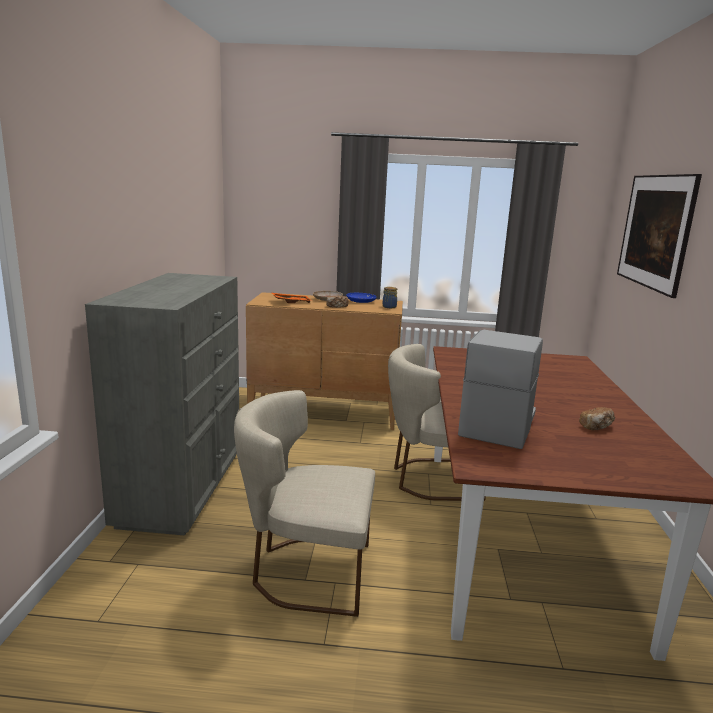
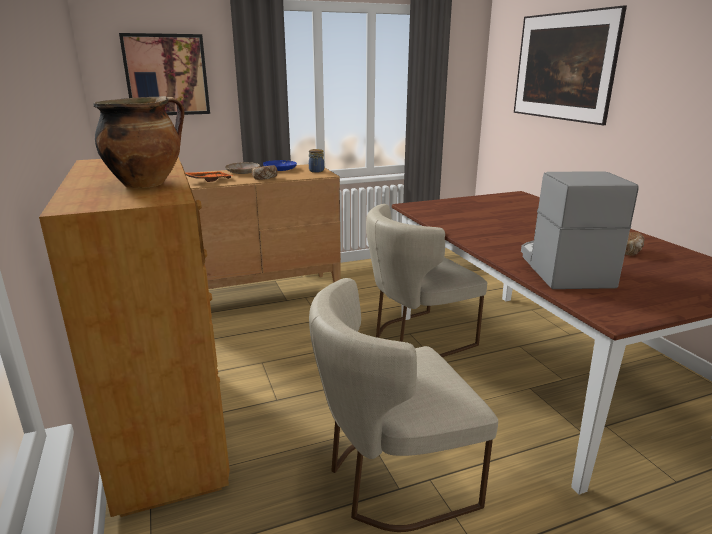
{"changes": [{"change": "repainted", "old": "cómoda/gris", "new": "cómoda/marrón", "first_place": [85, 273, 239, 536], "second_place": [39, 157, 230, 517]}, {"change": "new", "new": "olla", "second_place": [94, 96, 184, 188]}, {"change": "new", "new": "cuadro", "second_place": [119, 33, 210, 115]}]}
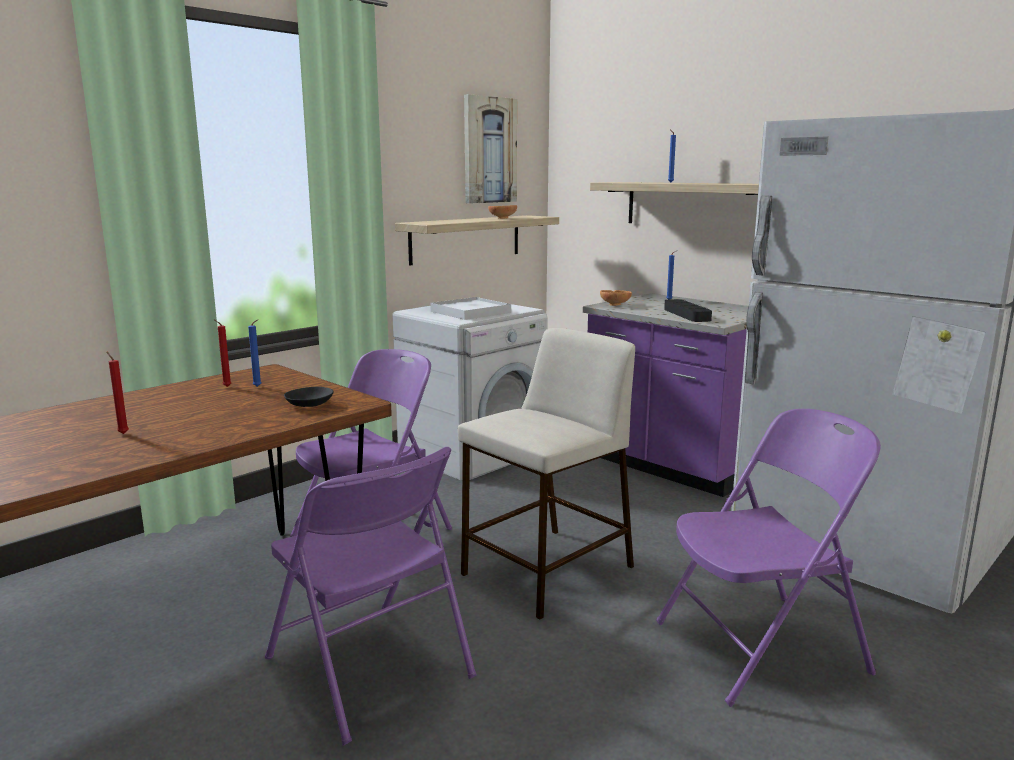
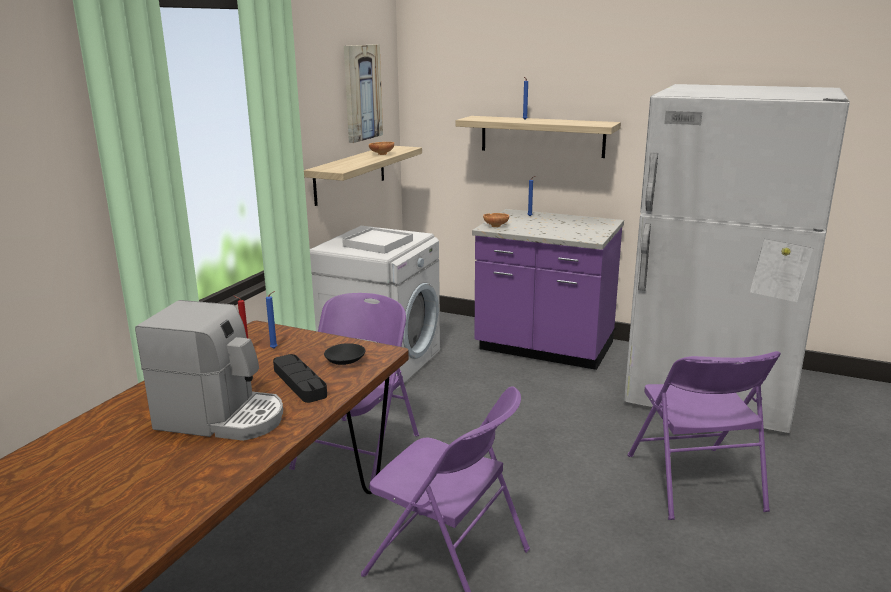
{"changes": [{"change": "swapped", "old": "vela/rojo", "new": "cafetera", "first_place": [106, 351, 129, 434], "second_place": [135, 300, 283, 441]}, {"change": "shifted", "old": "bandeja/negro", "first_place": [664, 299, 712, 322], "second_place": [273, 354, 327, 403]}, {"change": "rotated", "old": "silla/morado", "first_place": [656, 409, 881, 707], "second_place": [627, 351, 781, 520], "degrees": 120}, {"change": "gone", "old": "taburete/beis", "first_place": [458, 328, 635, 619]}]}
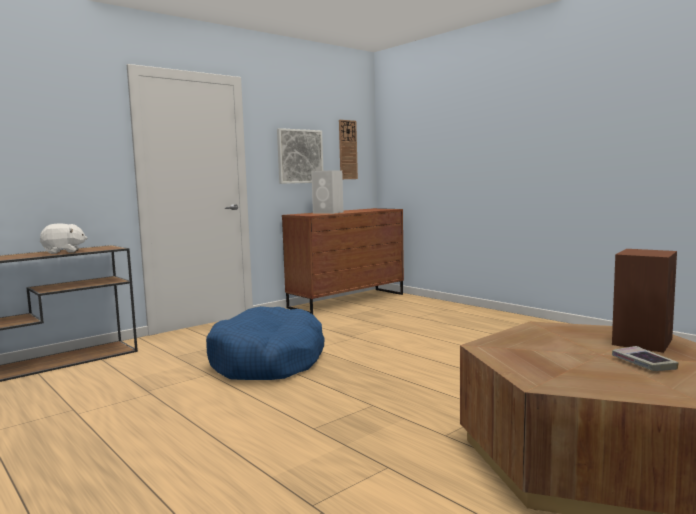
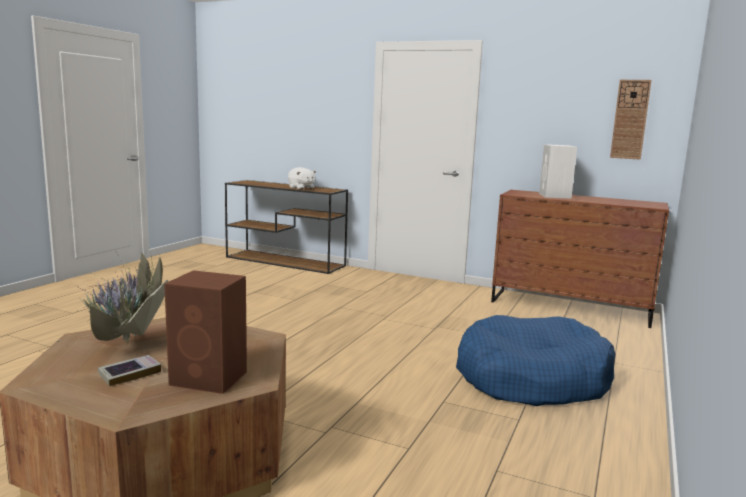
{"changes": [{"change": "new", "new": "planta en maceta", "second_place": [57, 248, 168, 342]}, {"change": "shifted", "old": "cama para perro/azul", "first_place": [206, 306, 325, 380], "second_place": [456, 315, 615, 406]}, {"change": "gone", "old": "cuadro", "first_place": [277, 128, 323, 184]}]}
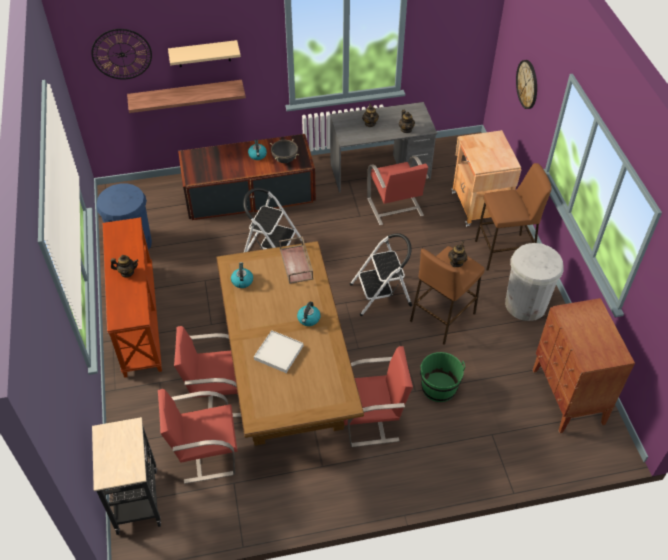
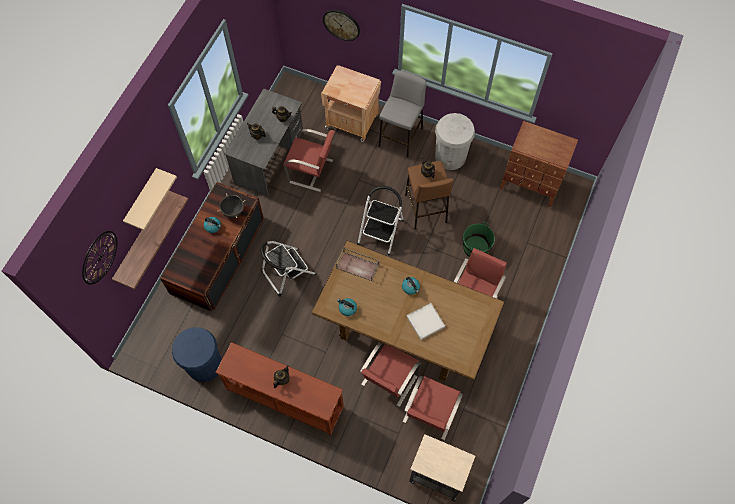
{"changes": [{"change": "repainted", "old": "taburete/marrón", "new": "taburete/gris", "first_place": [475, 163, 552, 270], "second_place": [379, 70, 426, 158]}]}
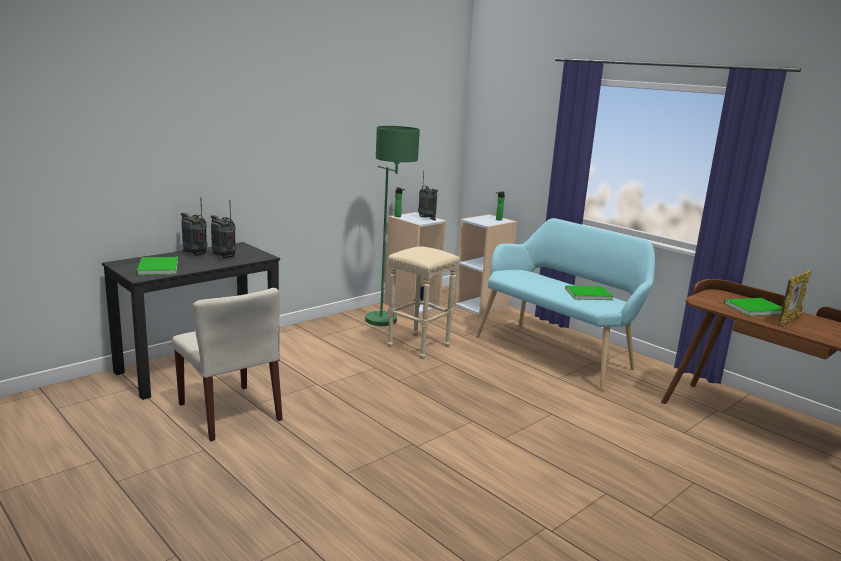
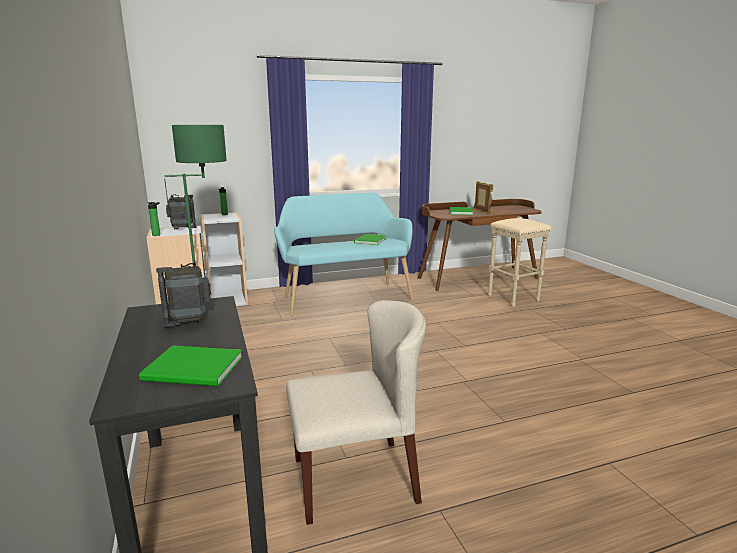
{"changes": [{"change": "shifted", "old": "taburete/beis", "first_place": [388, 246, 459, 359], "second_place": [488, 218, 551, 307]}, {"change": "gone", "old": "radio", "first_place": [181, 198, 207, 256]}]}
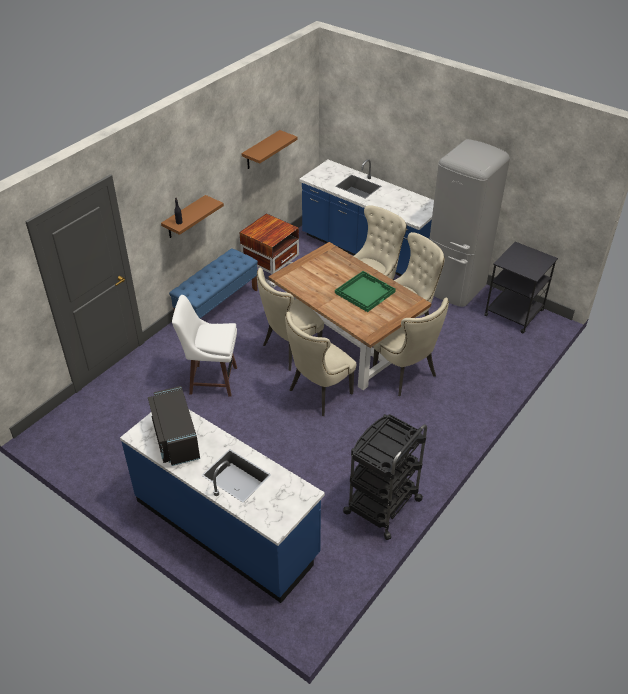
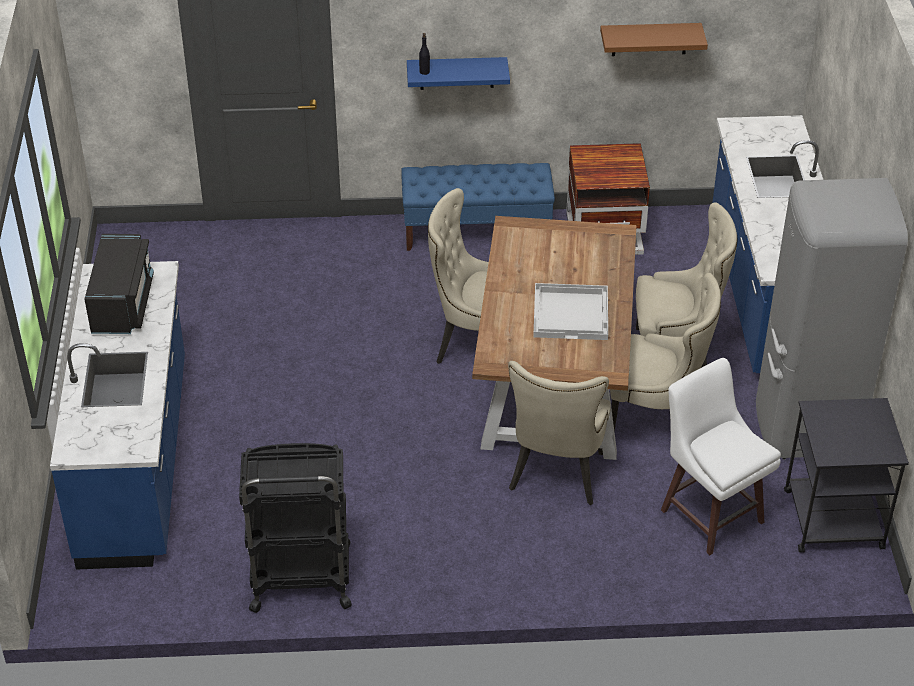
{"changes": [{"change": "rotated", "old": "microondas/negro", "first_place": [148, 386, 200, 466], "second_place": [84, 234, 154, 334], "degrees": 150}, {"change": "repainted", "old": "estante/marrón", "new": "estante/azul", "first_place": [161, 195, 224, 238], "second_place": [407, 57, 510, 90]}, {"change": "repainted", "old": "bandeja/verde", "new": "bandeja/blanco", "first_place": [335, 271, 396, 312], "second_place": [533, 283, 608, 340]}, {"change": "shifted", "old": "taburete/blanco", "first_place": [172, 295, 237, 397], "second_place": [661, 358, 781, 555]}, {"change": "gone", "old": "silla/beis", "first_place": [285, 312, 356, 416]}]}
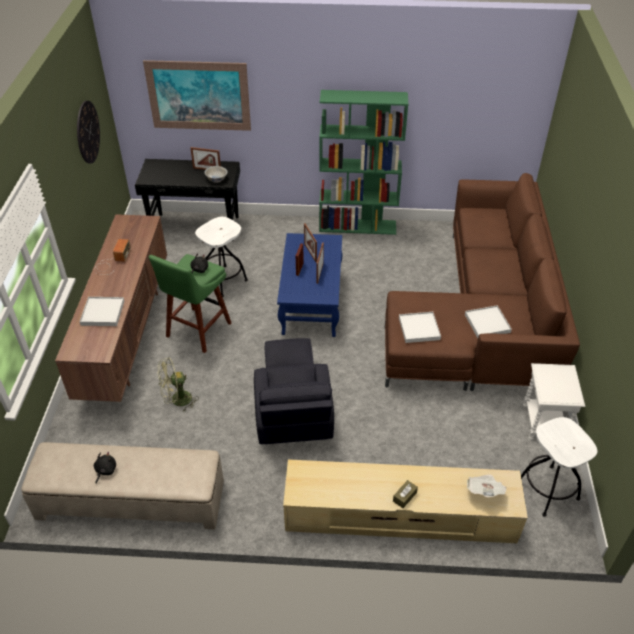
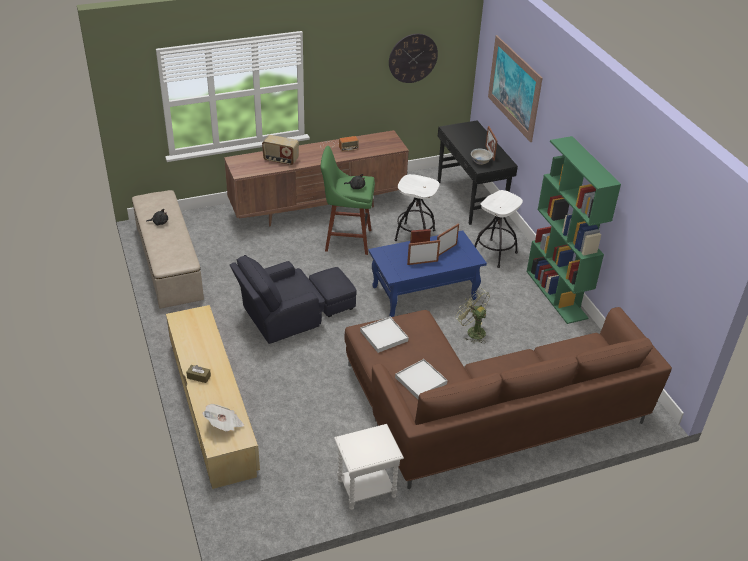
{"changes": [{"change": "swapped", "old": "bandeja/blanco", "new": "radio", "first_place": [79, 297, 124, 326], "second_place": [262, 135, 299, 165]}, {"change": "shifted", "old": "ventilador/verde", "first_place": [158, 357, 199, 412], "second_place": [456, 288, 490, 343]}, {"change": "shifted", "old": "taburete/blanco", "first_place": [521, 417, 598, 517], "second_place": [475, 190, 523, 268]}]}
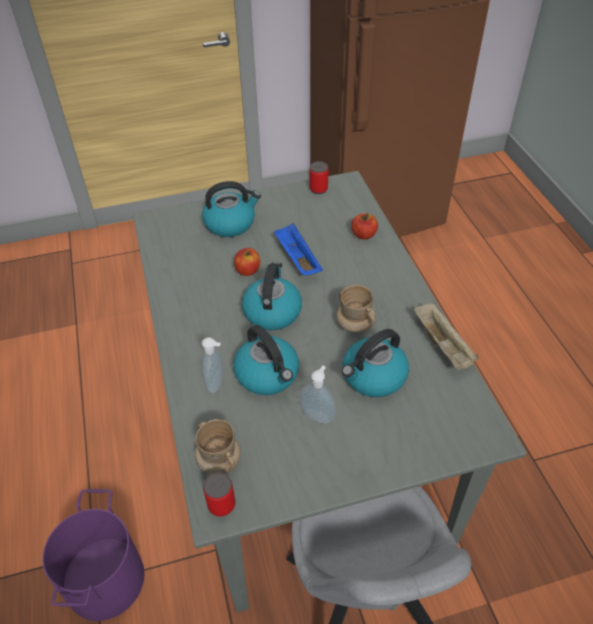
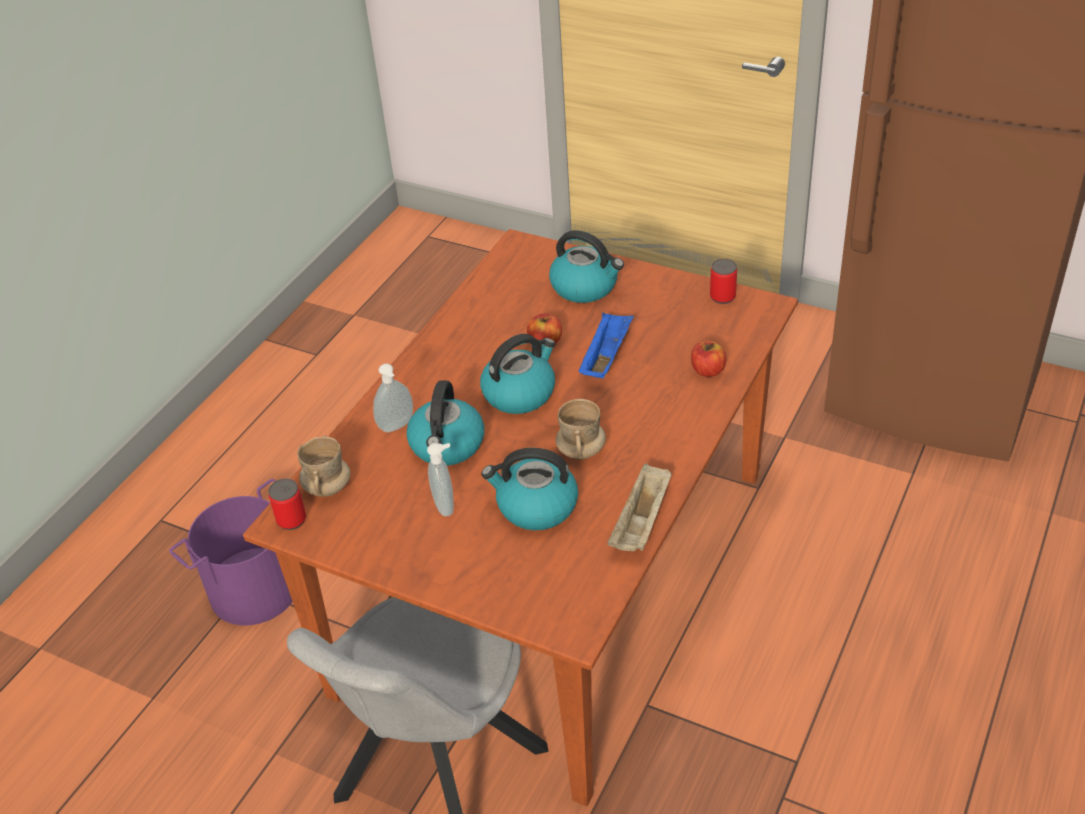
{"changes": [{"change": "repainted", "old": "mesa de comedor/gris", "new": "mesa de comedor/marrón", "first_place": [133, 171, 527, 612], "second_place": [243, 229, 798, 806]}]}
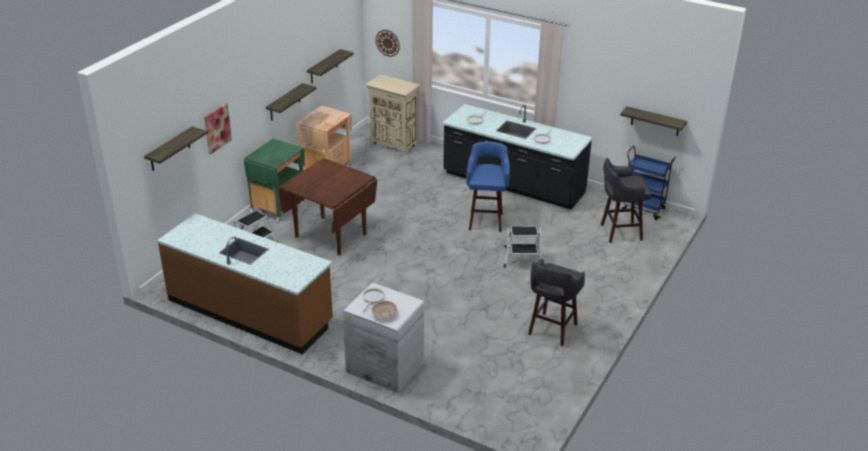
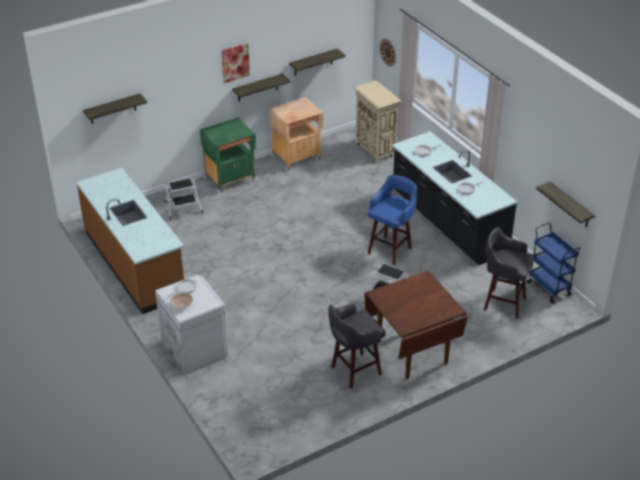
{"changes": [{"change": "shifted", "old": "cuadro", "first_place": [204, 103, 232, 154], "second_place": [221, 43, 250, 83]}, {"change": "shifted", "old": "mesa de comedor/marrón", "first_place": [278, 158, 377, 255], "second_place": [364, 271, 468, 379]}]}
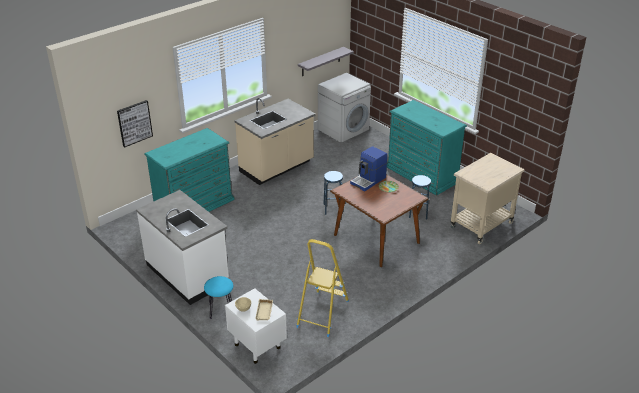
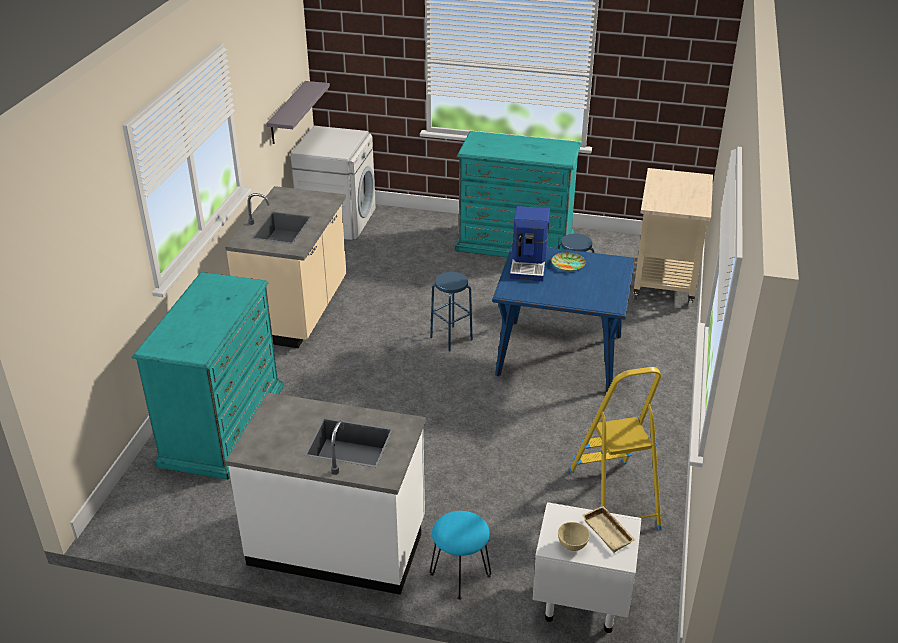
{"changes": [{"change": "repainted", "old": "mesa de comedor/marrón", "new": "mesa de comedor/azul", "first_place": [330, 174, 429, 267], "second_place": [492, 243, 635, 391]}, {"change": "gone", "old": "cuadro", "first_place": [117, 100, 153, 147]}]}
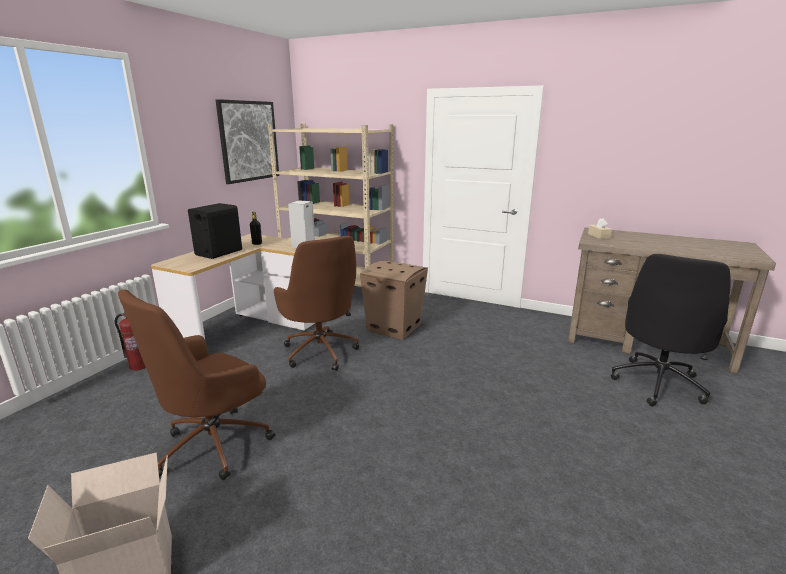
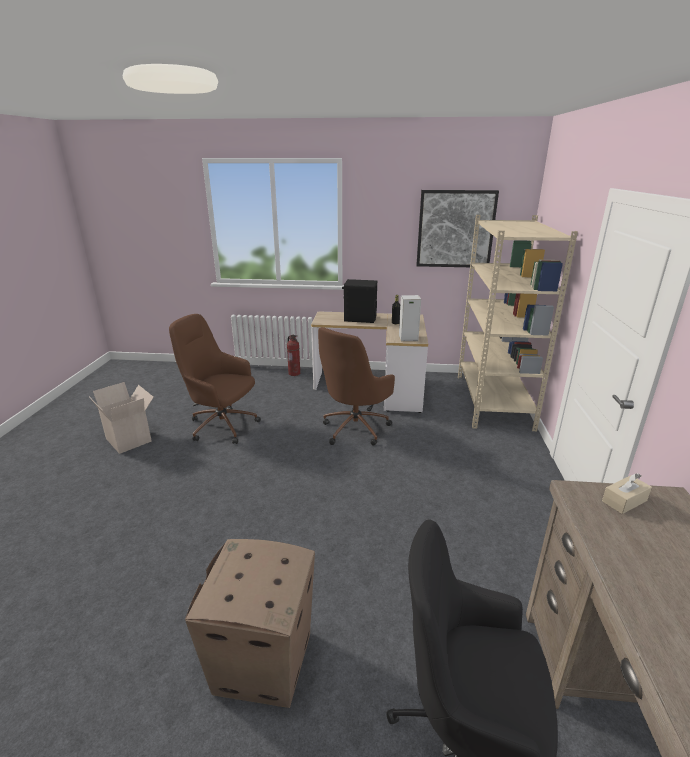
{"changes": [{"change": "shifted", "old": "caja de cartón", "first_place": [360, 260, 428, 340], "second_place": [185, 539, 315, 708]}]}
